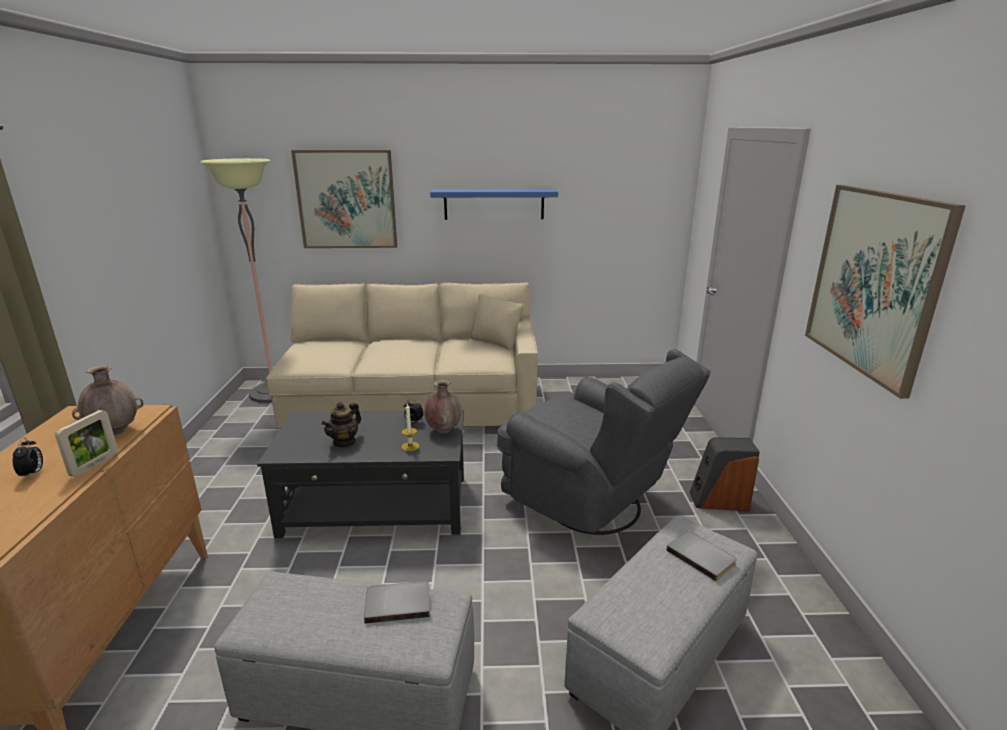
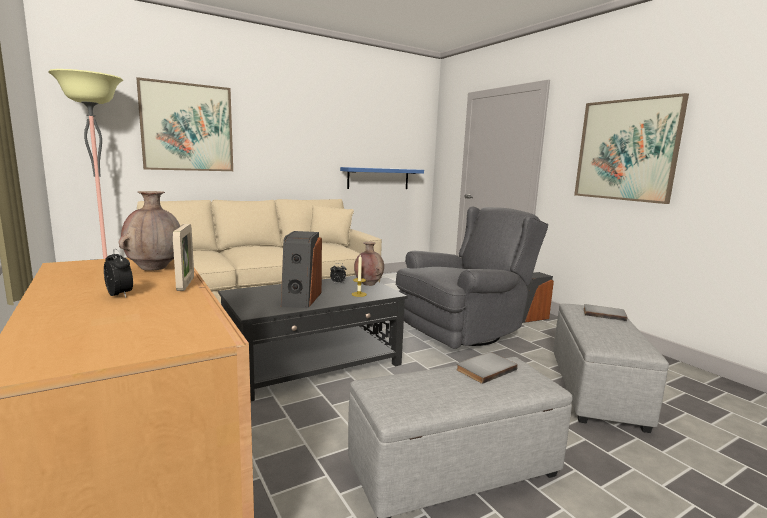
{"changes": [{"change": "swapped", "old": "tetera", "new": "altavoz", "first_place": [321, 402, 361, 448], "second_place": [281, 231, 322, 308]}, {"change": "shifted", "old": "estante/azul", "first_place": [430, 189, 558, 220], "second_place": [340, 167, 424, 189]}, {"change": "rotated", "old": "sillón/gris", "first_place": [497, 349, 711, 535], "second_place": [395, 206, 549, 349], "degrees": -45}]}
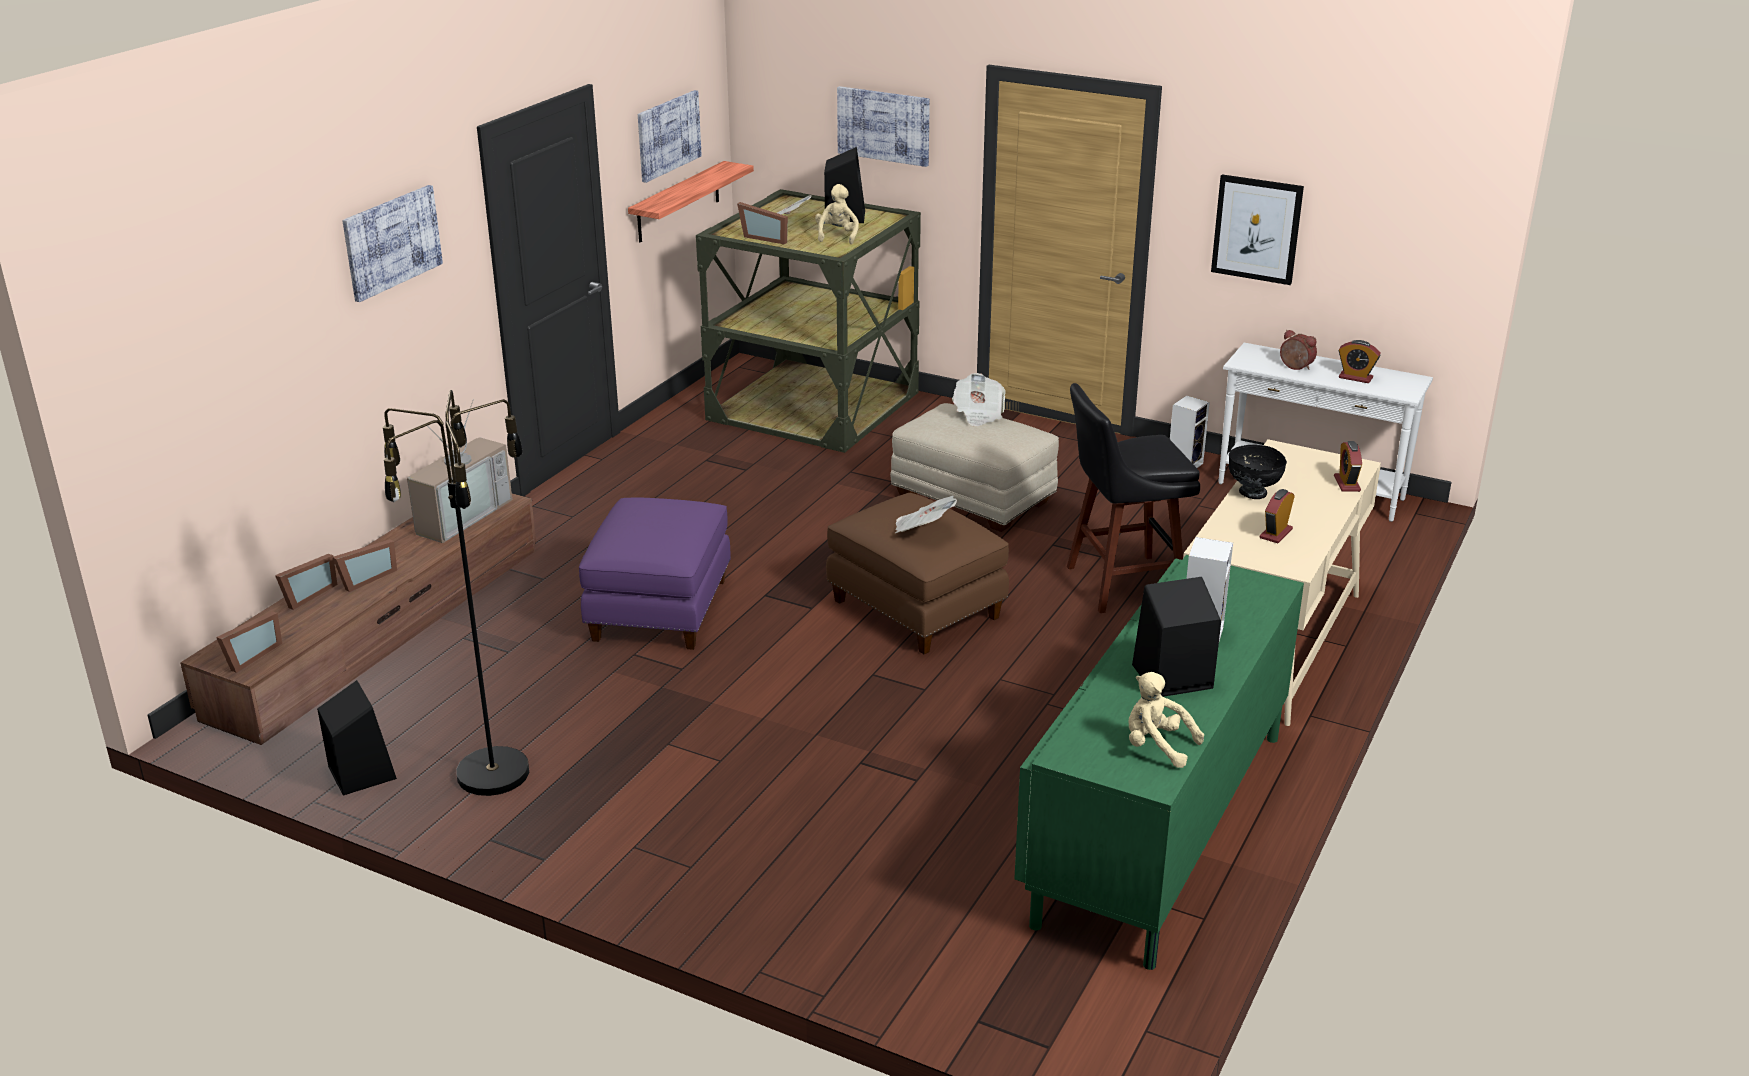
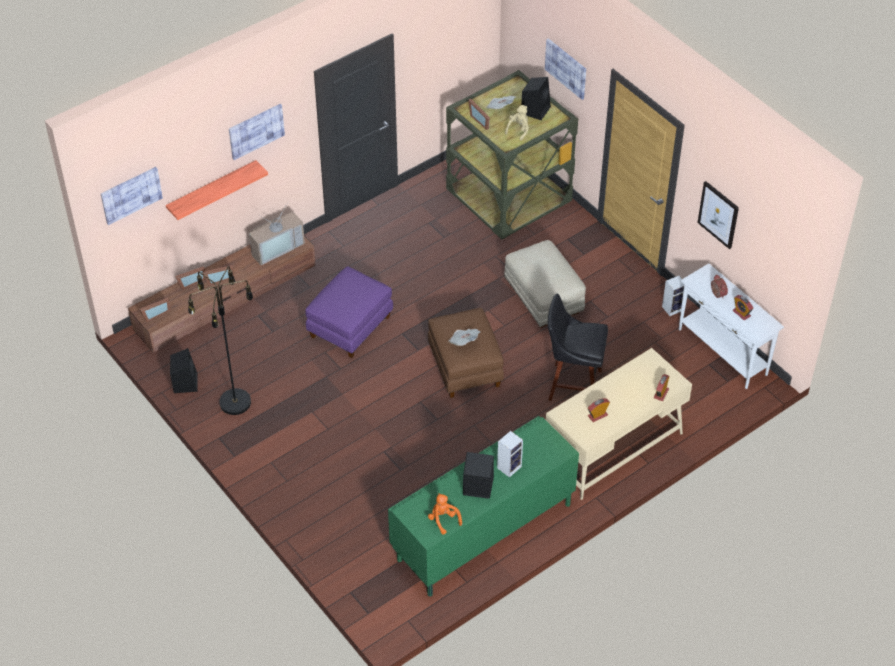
{"changes": [{"change": "shifted", "old": "cuadro", "first_place": [638, 90, 702, 183], "second_place": [101, 167, 163, 225]}, {"change": "shifted", "old": "estante", "first_place": [628, 161, 754, 242], "second_place": [166, 160, 268, 220]}, {"change": "repainted", "old": "peluche/beis", "new": "peluche/naranja", "first_place": [1129, 672, 1204, 768], "second_place": [428, 493, 462, 535]}, {"change": "gone", "old": "periódico", "first_place": [952, 373, 1006, 426]}, {"change": "gone", "old": "cuenco/negro", "first_place": [1229, 445, 1287, 499]}]}
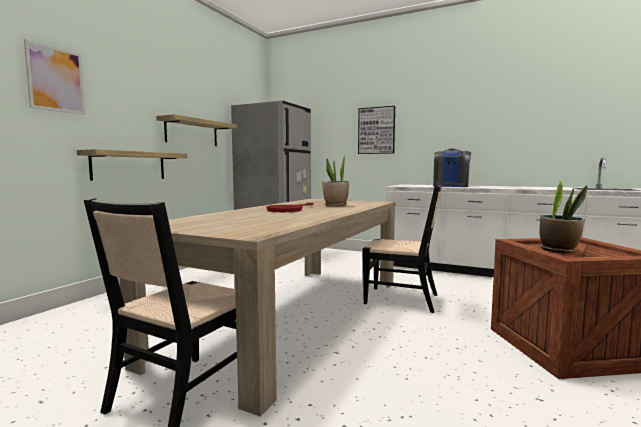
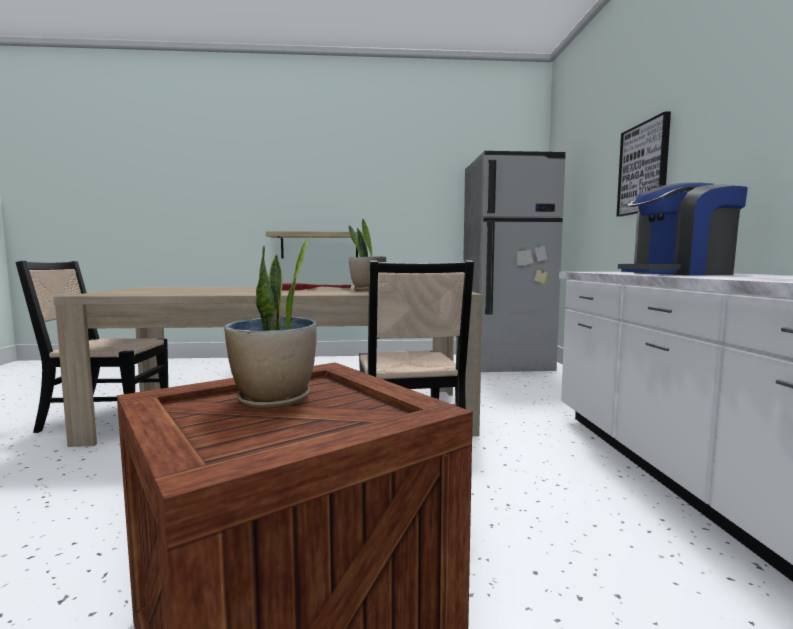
{"changes": [{"change": "gone", "old": "cuadro", "first_place": [24, 39, 85, 115]}, {"change": "gone", "old": "estante", "first_place": [156, 114, 237, 146]}]}
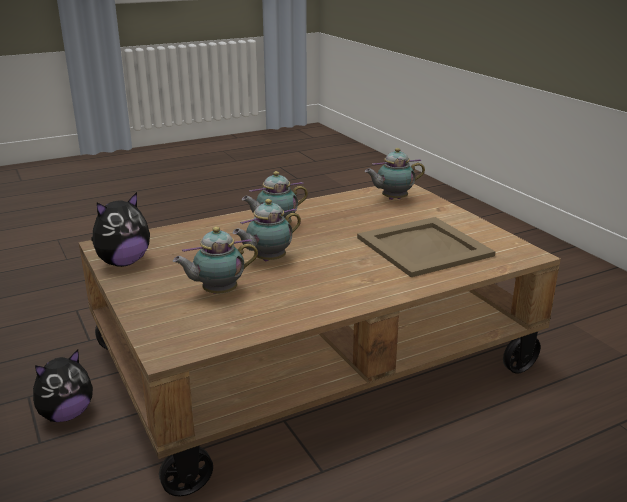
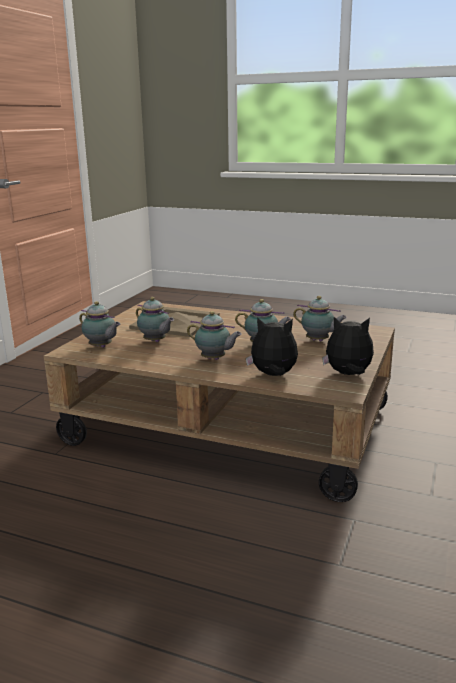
{"changes": [{"change": "new", "new": "tetera", "second_place": [136, 297, 174, 342]}, {"change": "shifted", "old": "peluche", "first_place": [33, 350, 93, 422], "second_place": [246, 317, 298, 376]}]}
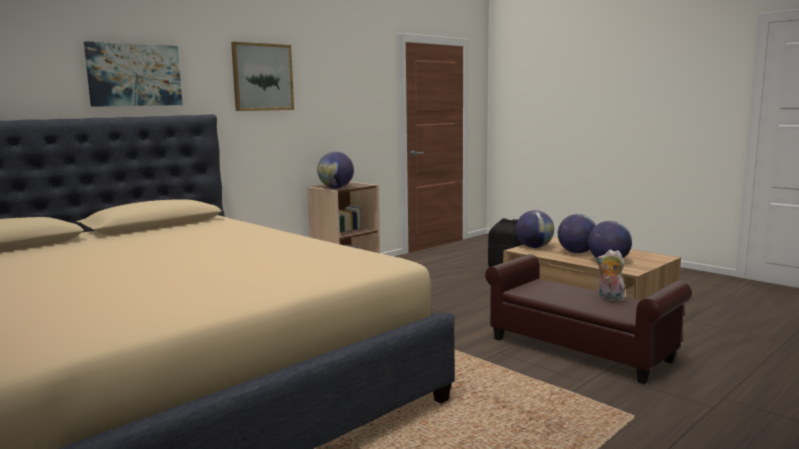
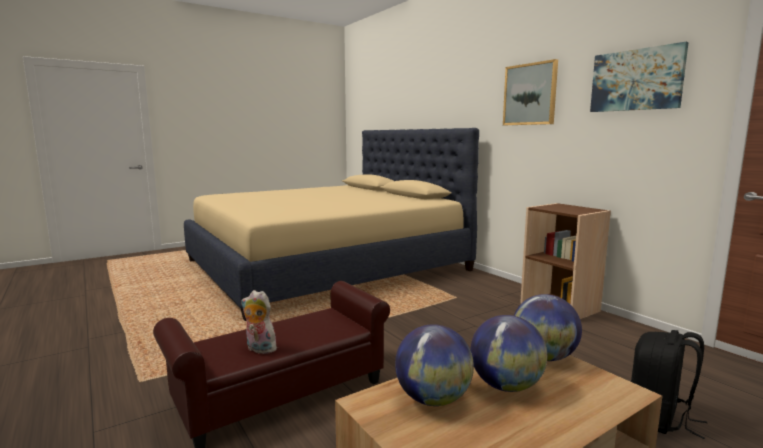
{"changes": [{"change": "rotated", "old": "peluche", "first_place": [597, 250, 625, 302], "second_place": [241, 290, 277, 354], "degrees": -120}, {"change": "shifted", "old": "cuadro", "first_place": [84, 41, 183, 107], "second_place": [590, 42, 689, 112]}, {"change": "gone", "old": "globo terráqueo", "first_place": [317, 152, 354, 188]}]}
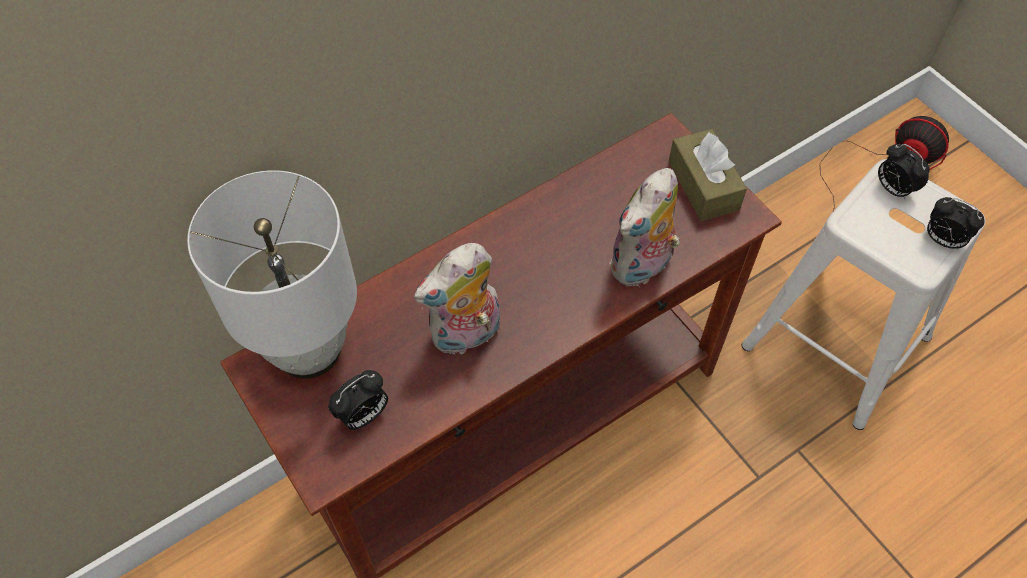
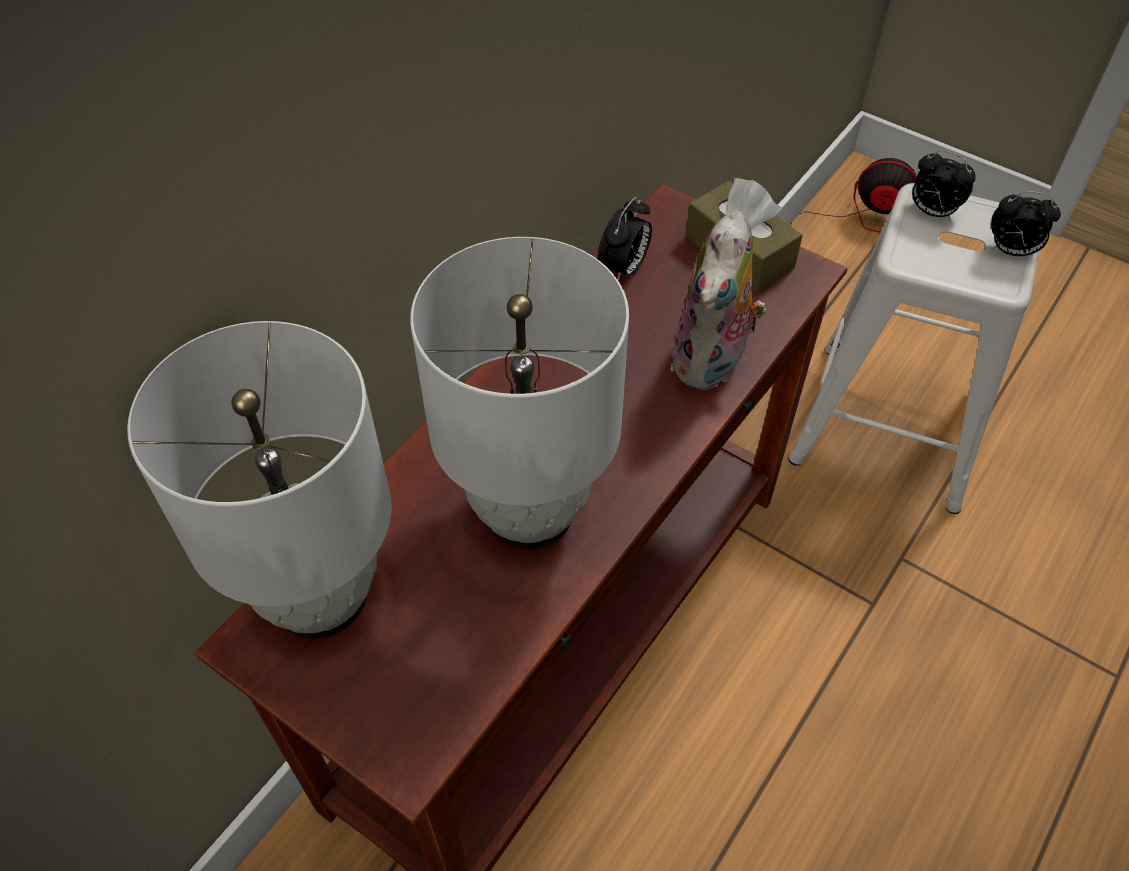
{"changes": [{"change": "swapped", "old": "peluche", "new": "lámpara de mesa/blanco", "first_place": [414, 243, 500, 354], "second_place": [410, 237, 629, 549]}, {"change": "shifted", "old": "despertador", "first_place": [328, 370, 388, 430], "second_place": [597, 197, 652, 281]}]}
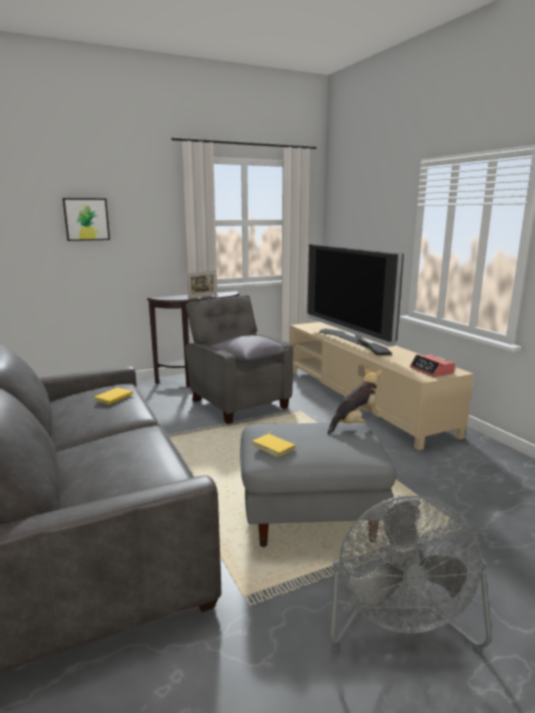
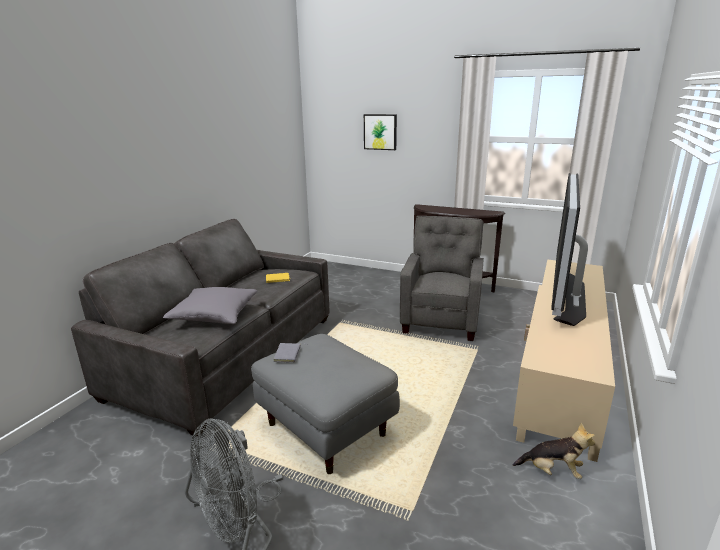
{"changes": [{"change": "shifted", "old": "cojín/gris", "first_place": [211, 335, 288, 361], "second_place": [163, 287, 257, 324]}, {"change": "repainted", "old": "libro/amarillo", "new": "libro/gris", "first_place": [252, 432, 296, 457], "second_place": [273, 343, 307, 363]}, {"change": "shifted", "old": "peluche", "first_place": [328, 367, 382, 435], "second_place": [513, 423, 595, 479]}, {"change": "gone", "old": "portarretratos", "first_place": [187, 270, 217, 299]}, {"change": "gone", "old": "despertador", "first_place": [410, 354, 455, 377]}]}
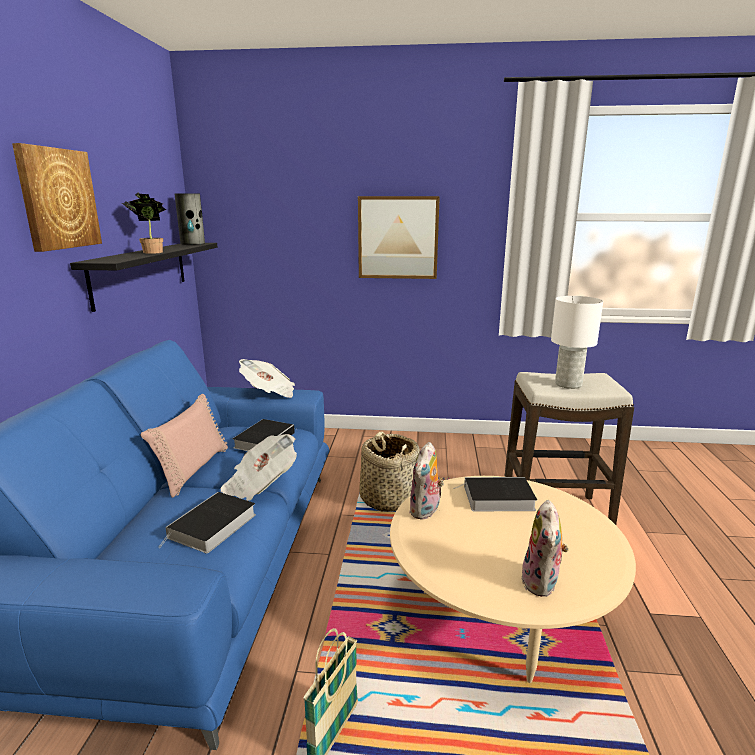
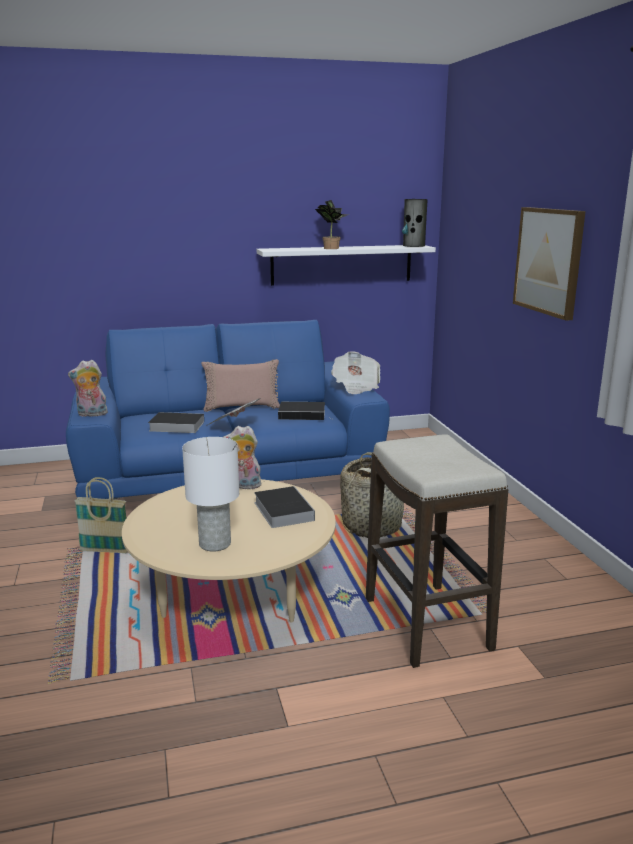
{"changes": [{"change": "shifted", "old": "peluche", "first_place": [521, 500, 569, 597], "second_place": [68, 360, 108, 417]}, {"change": "shifted", "old": "lámpara de mesa/blanco", "first_place": [551, 296, 603, 389], "second_place": [182, 437, 239, 552]}, {"change": "repainted", "old": "estante/negro", "new": "estante/blanco", "first_place": [70, 243, 217, 312], "second_place": [257, 245, 436, 286]}, {"change": "gone", "old": "cuadro", "first_place": [12, 143, 102, 252]}]}
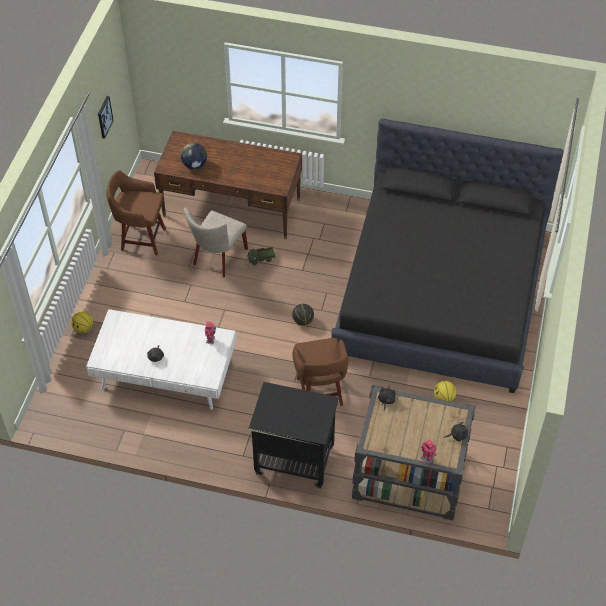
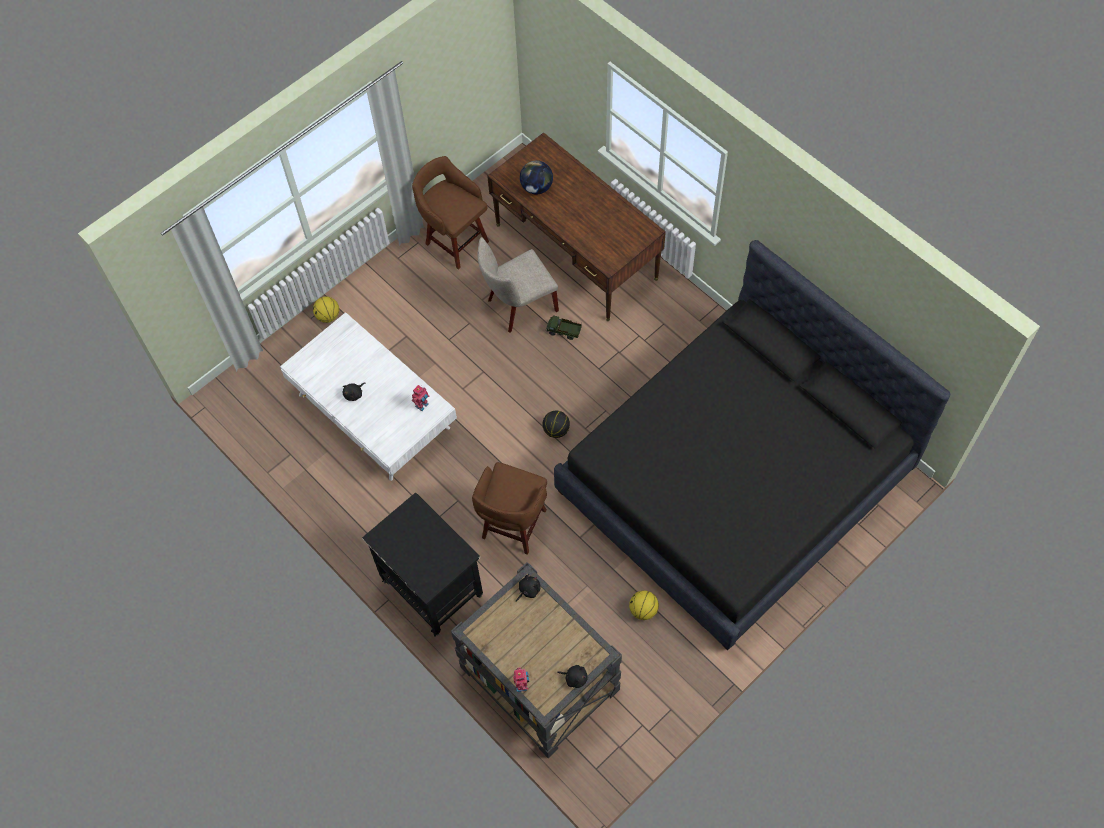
{"changes": [{"change": "gone", "old": "cuadro", "first_place": [98, 96, 114, 139]}]}
